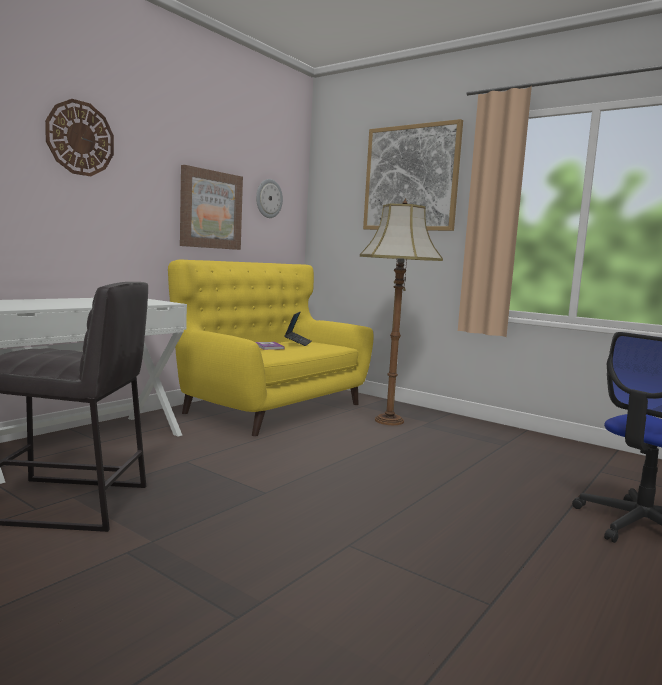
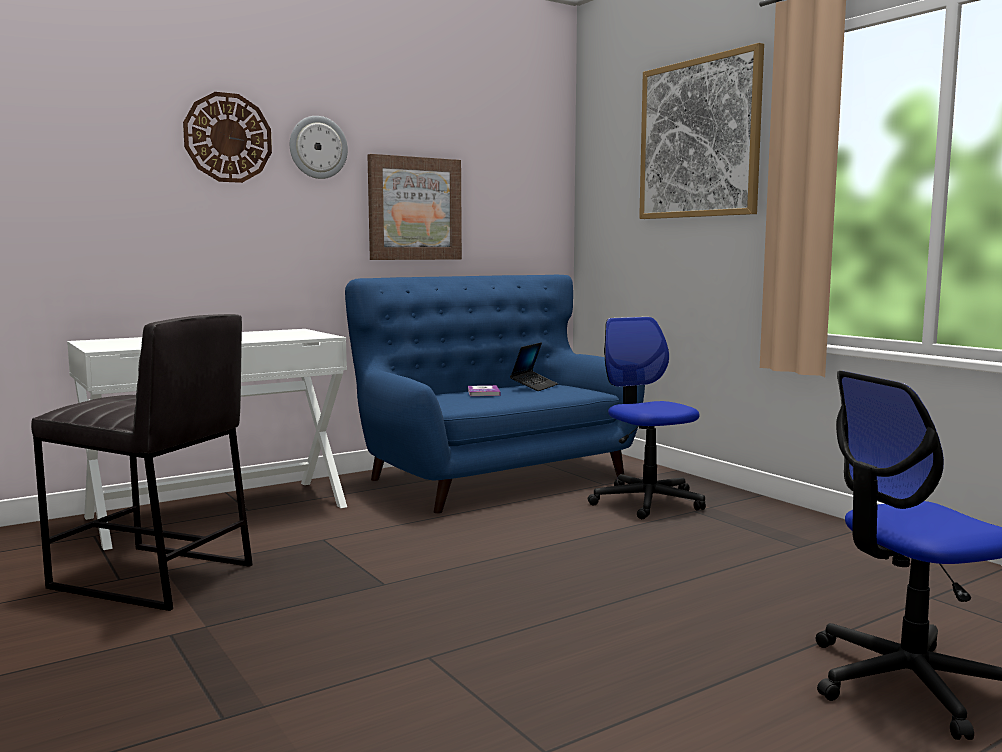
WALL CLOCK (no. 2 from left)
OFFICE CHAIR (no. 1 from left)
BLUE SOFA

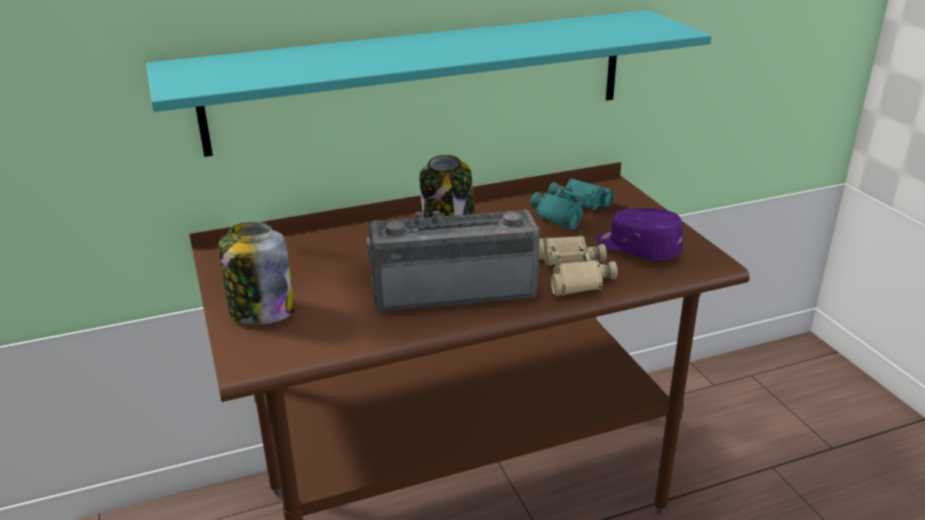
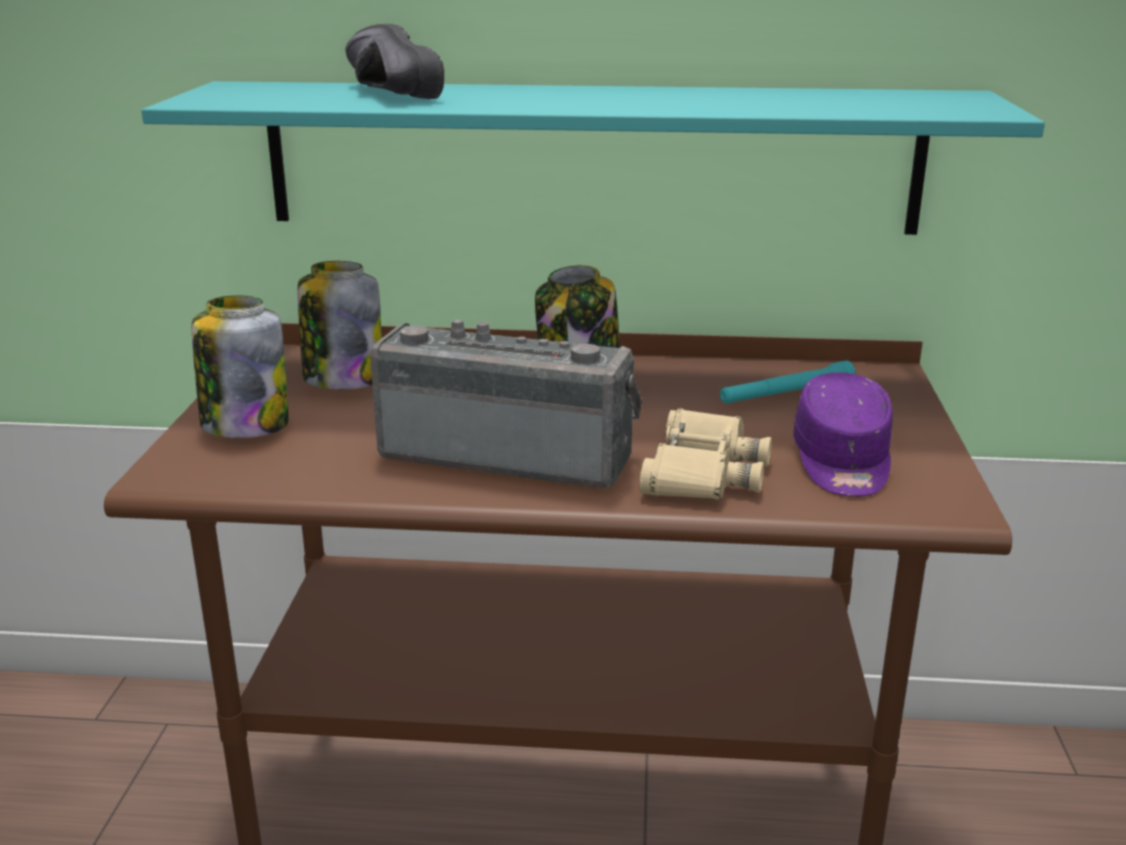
JAR (no. 2 from left)
BLACK SHOE
TURQUOISE FLASHLIGHT
PURPLE CAP

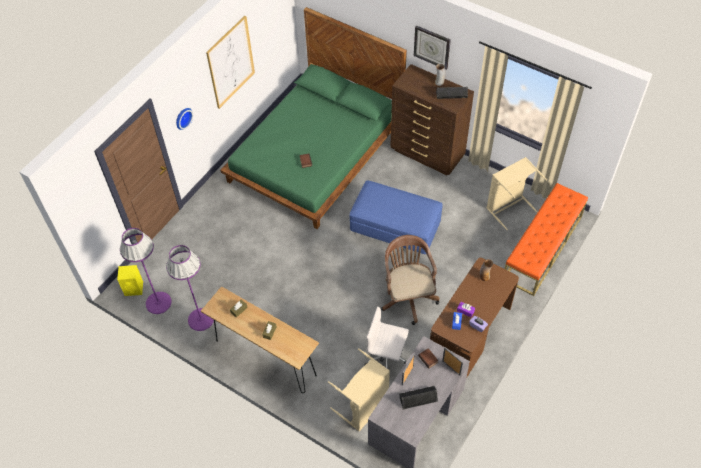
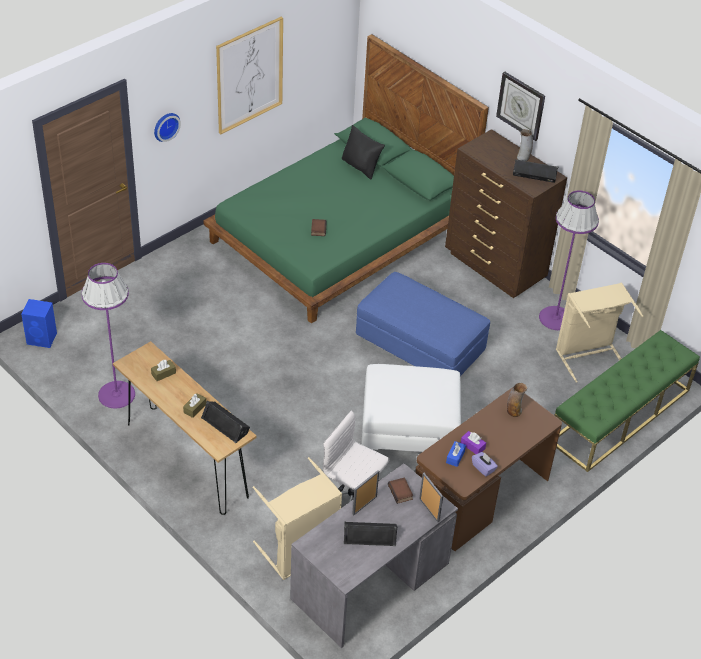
BLACK SPEAKER (no. 1 from left)
BLACK PILLOW
PURPLE FLOOR LAMP (no. 2 from left)
WHITE OTTOMAN
BLUE SPEAKER
GREEN BENCH

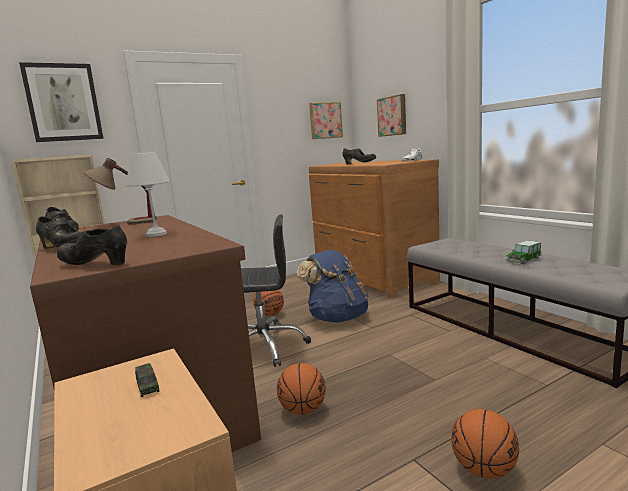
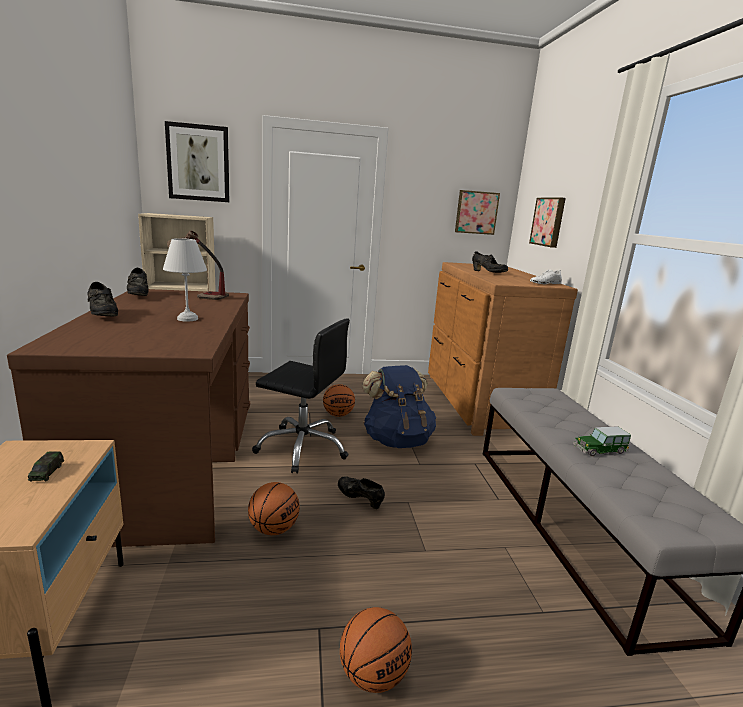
BLACK SHOE (no. 3 from left)

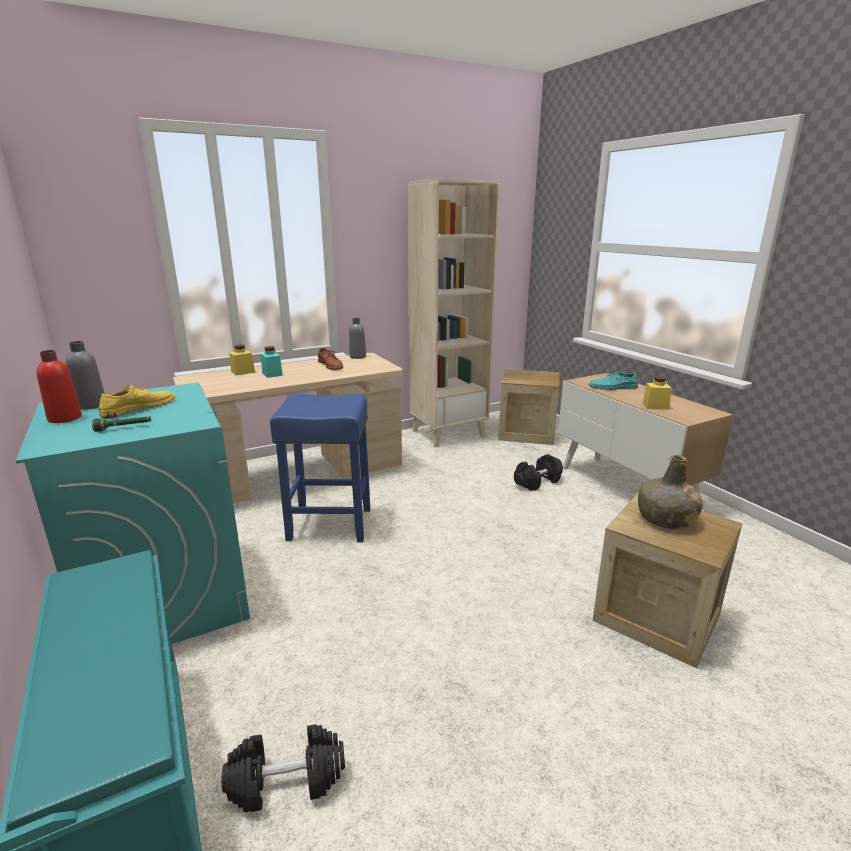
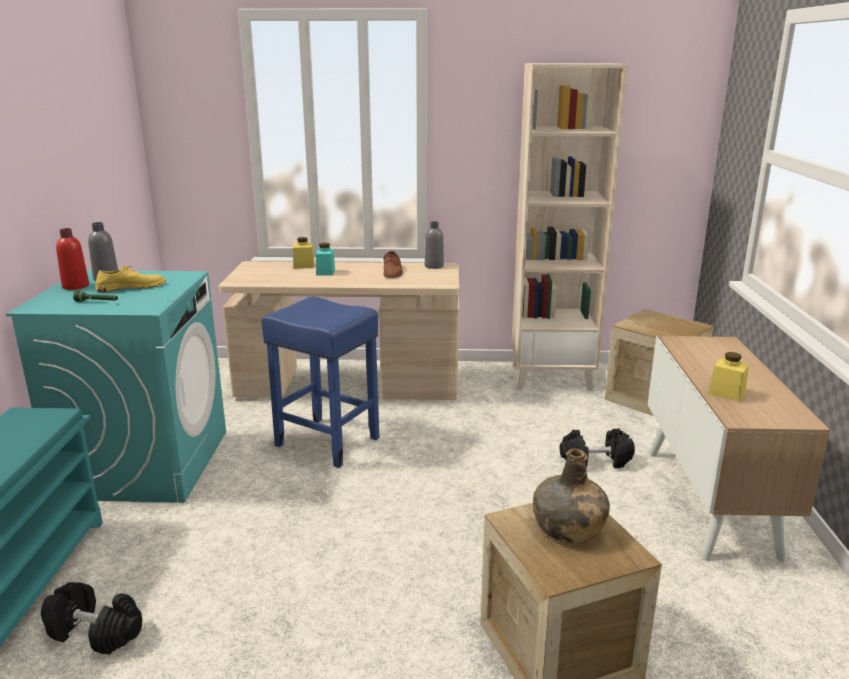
TURQUOISE SHOE

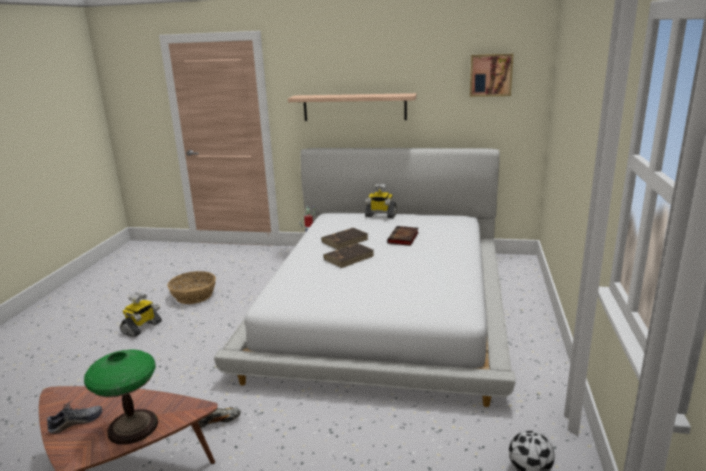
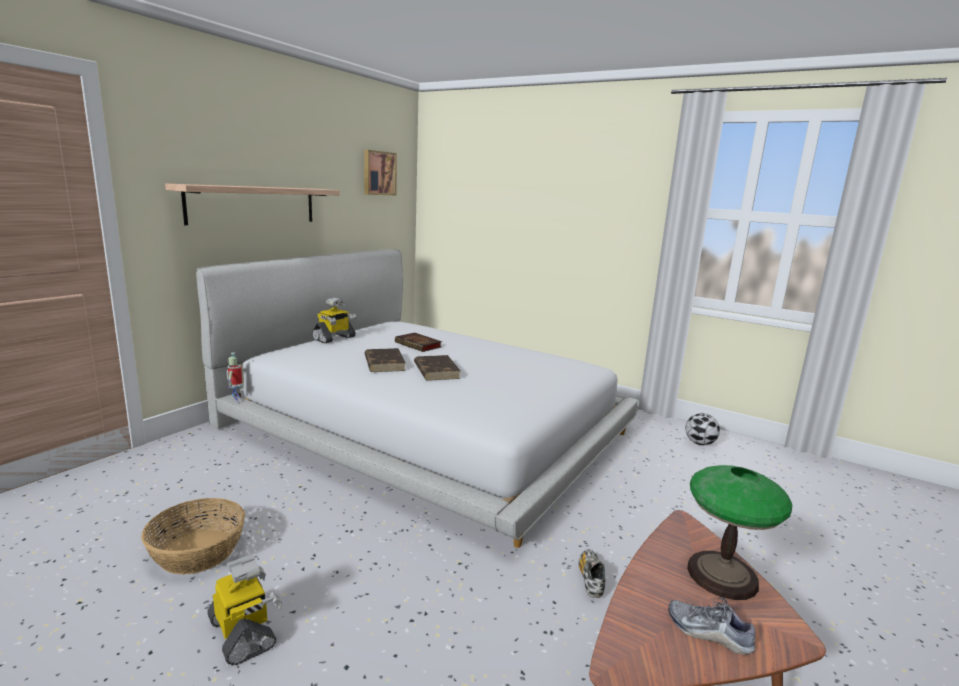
SHOE (no. 2 from left)

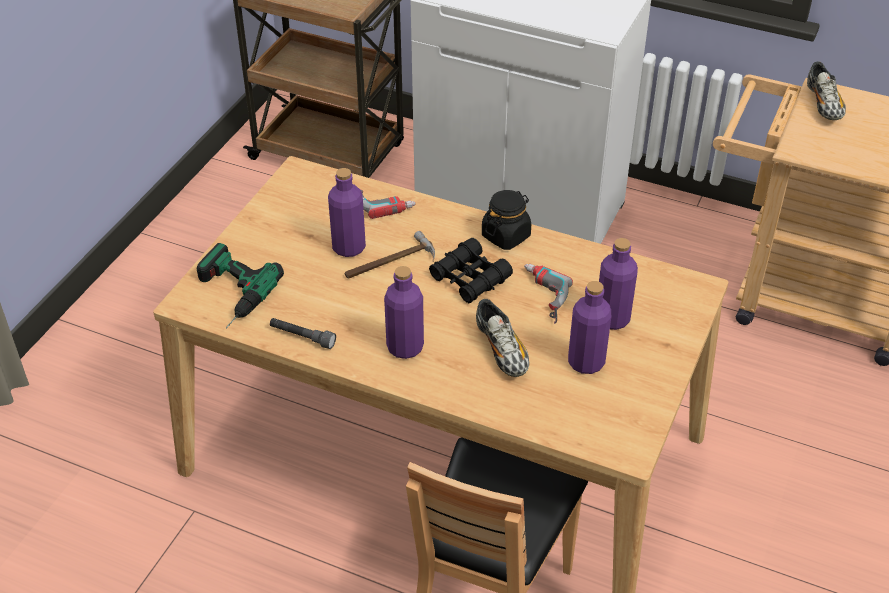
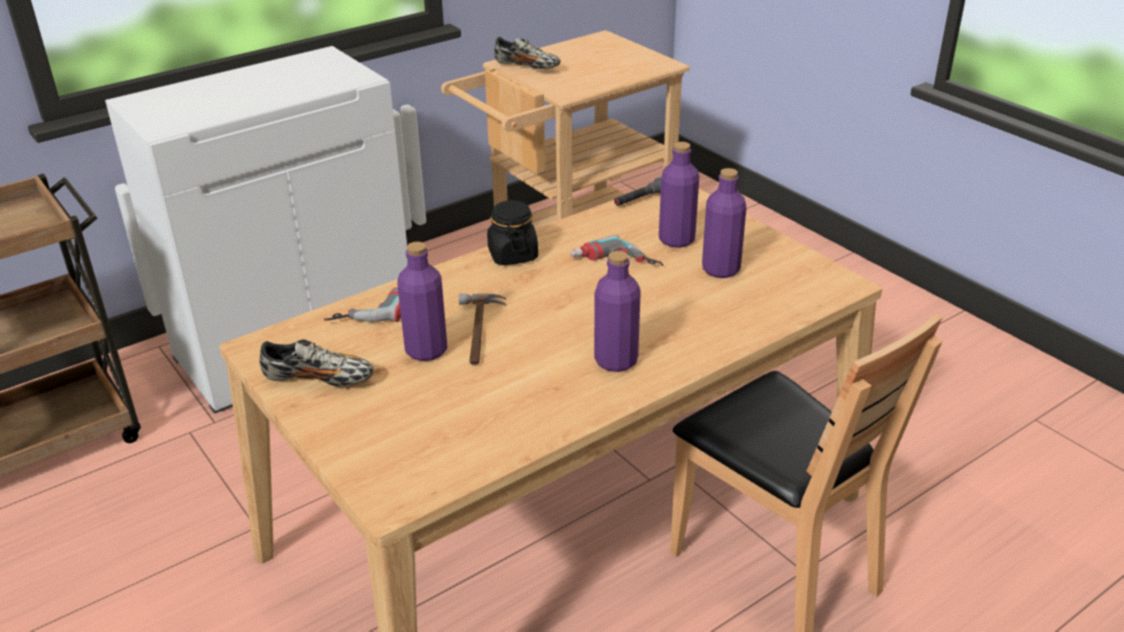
POWER DRILL (no. 1 from left in the first image)
BLACK BINOCULARS
GREY FLASHLIGHT
SHOE (no. 1 from left)

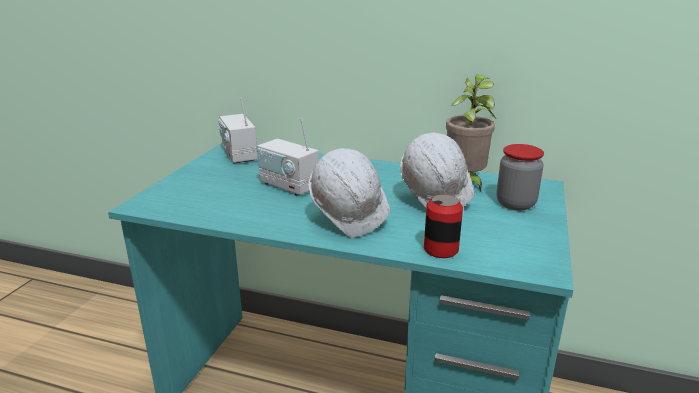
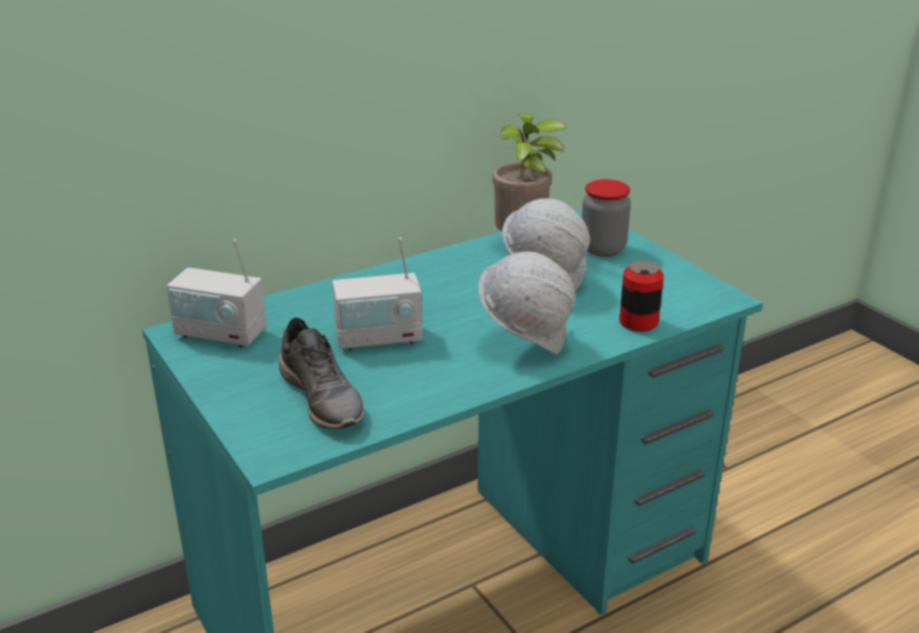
GREY SHOE

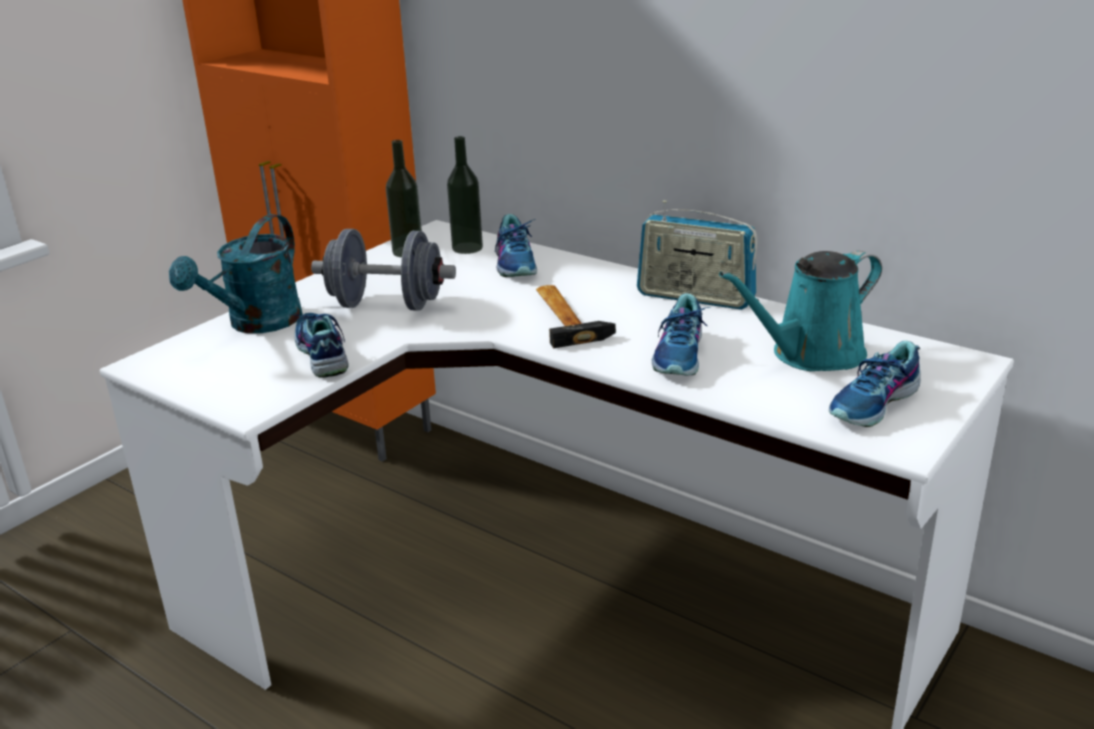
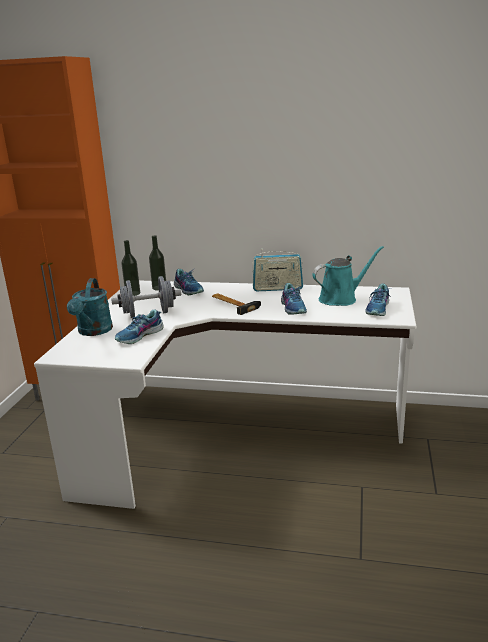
SHOE (no. 1 from left)
TURQUOISE WATERING CAN (no. 2 from left)

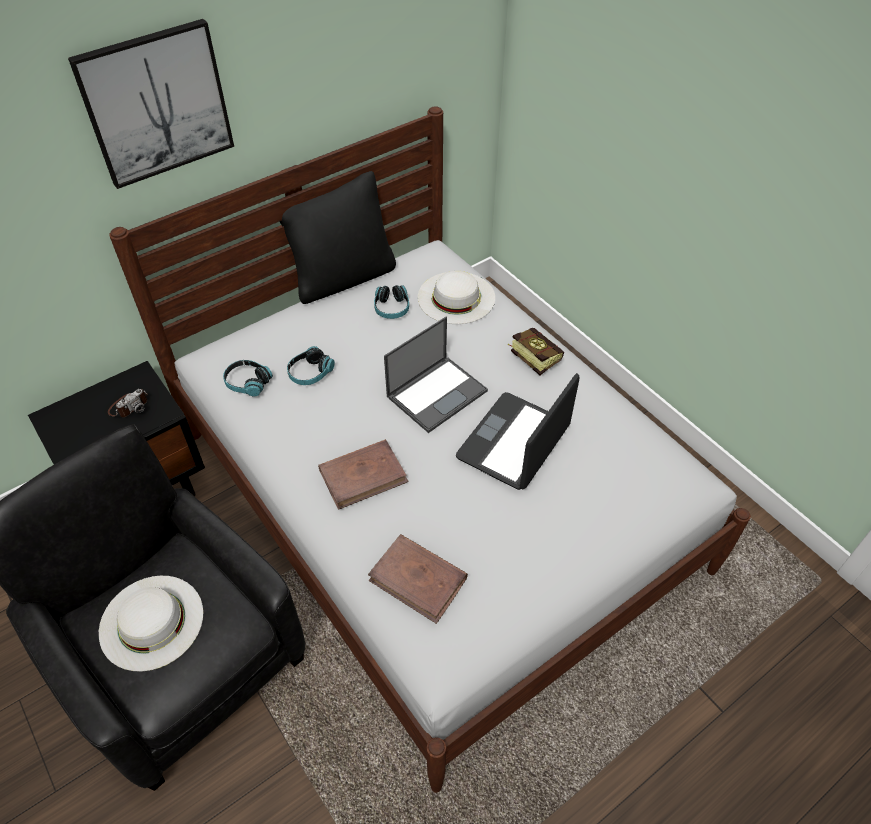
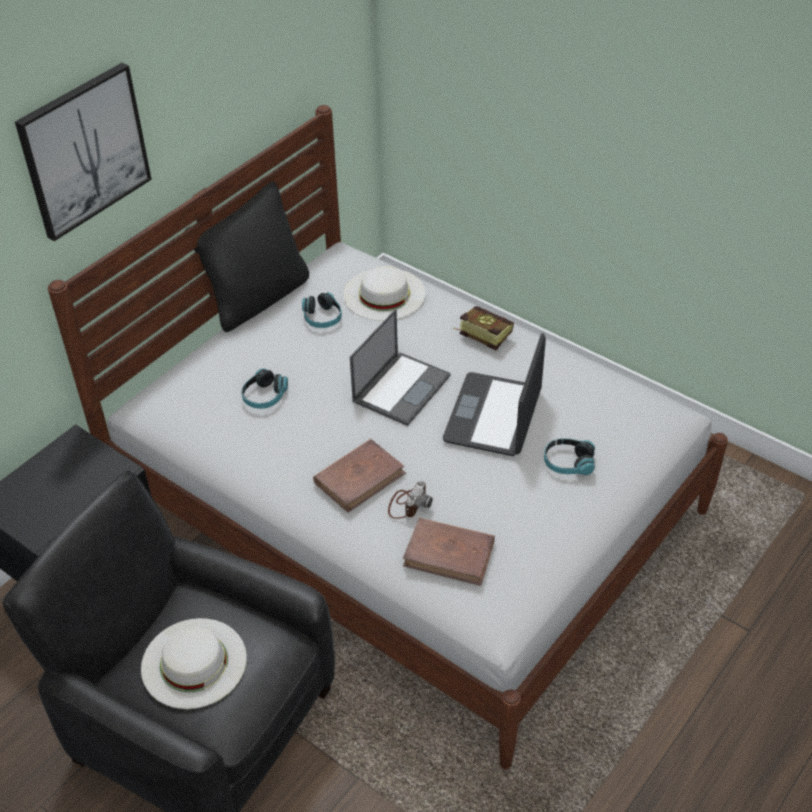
PHOTO CAMERA
HEADPHONES (no. 3 from left)

